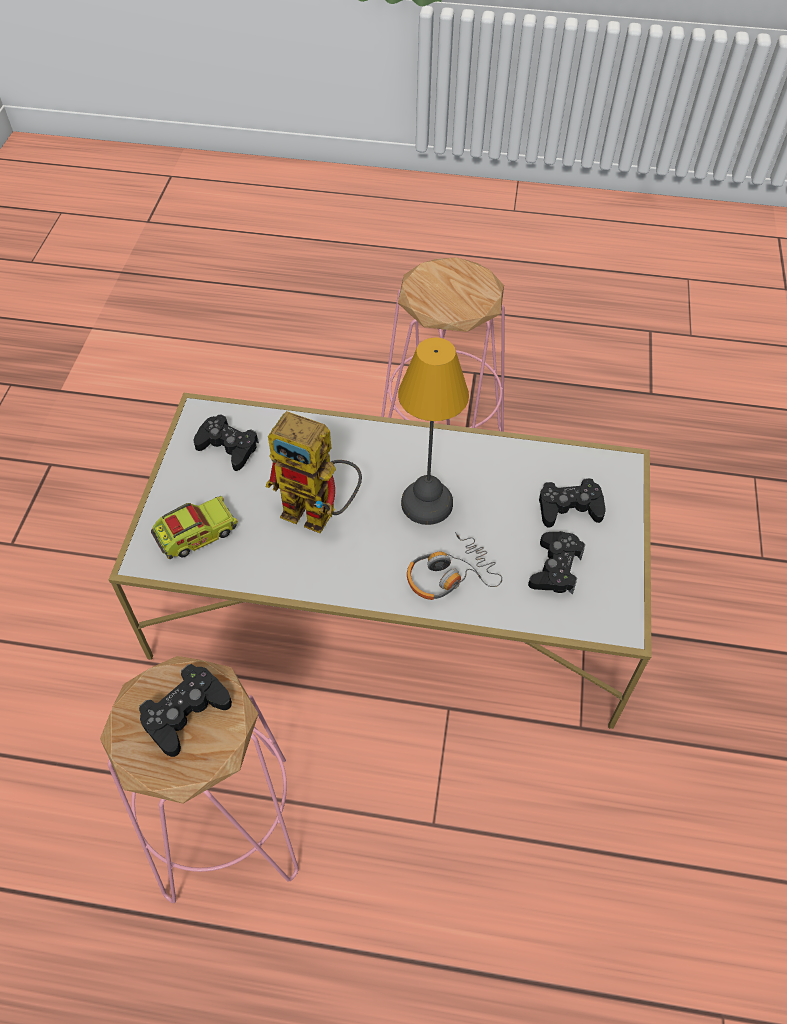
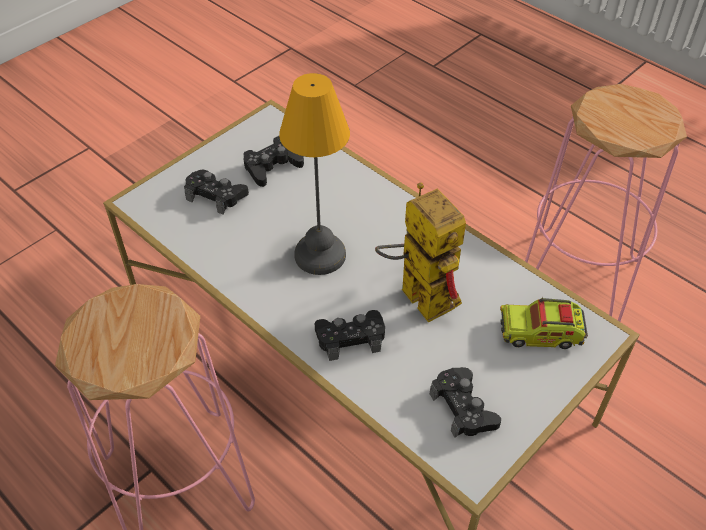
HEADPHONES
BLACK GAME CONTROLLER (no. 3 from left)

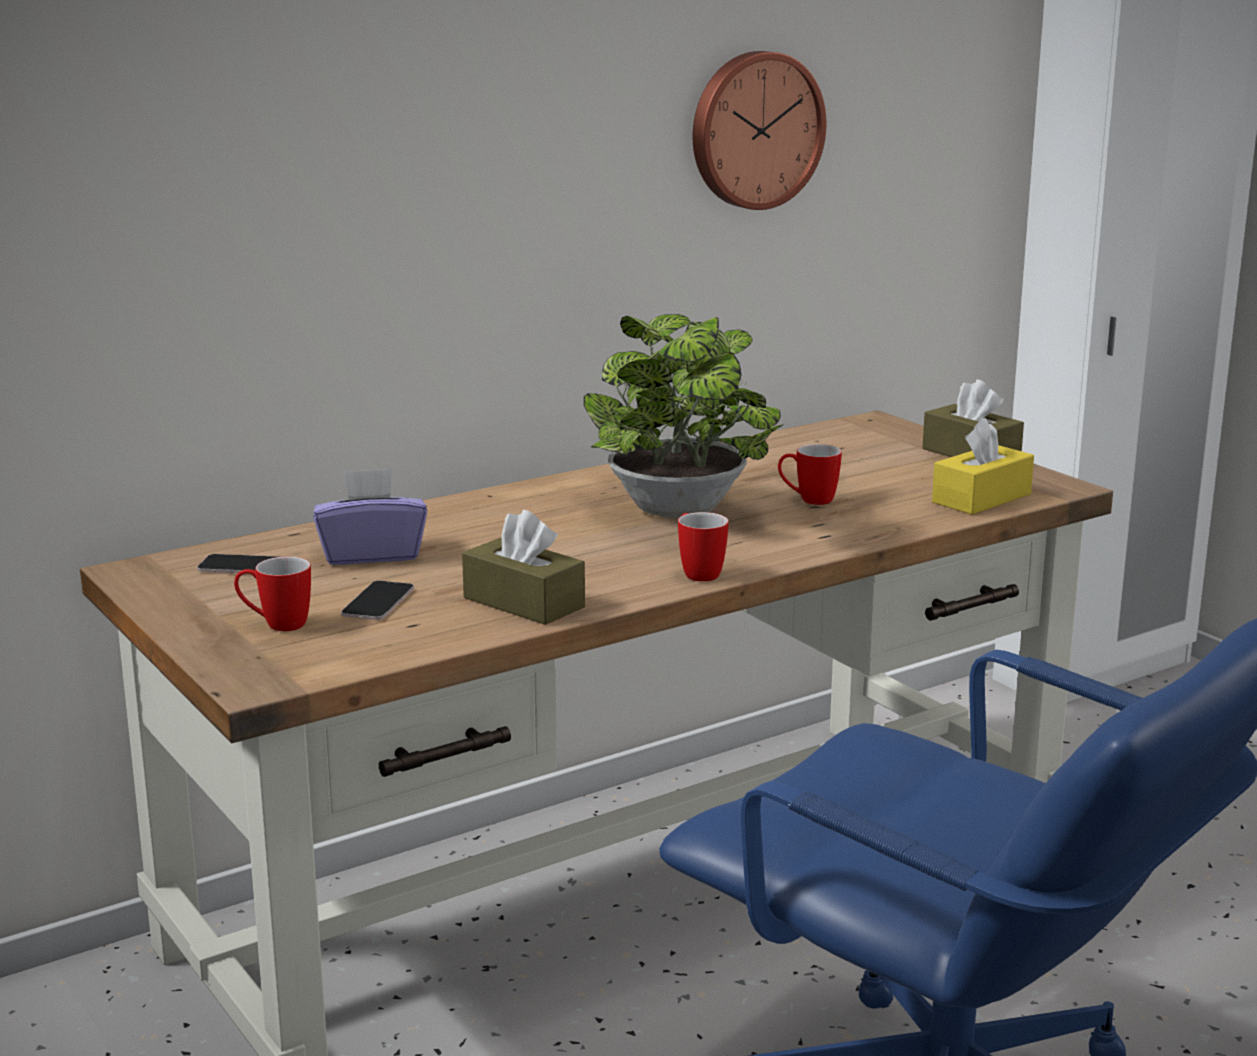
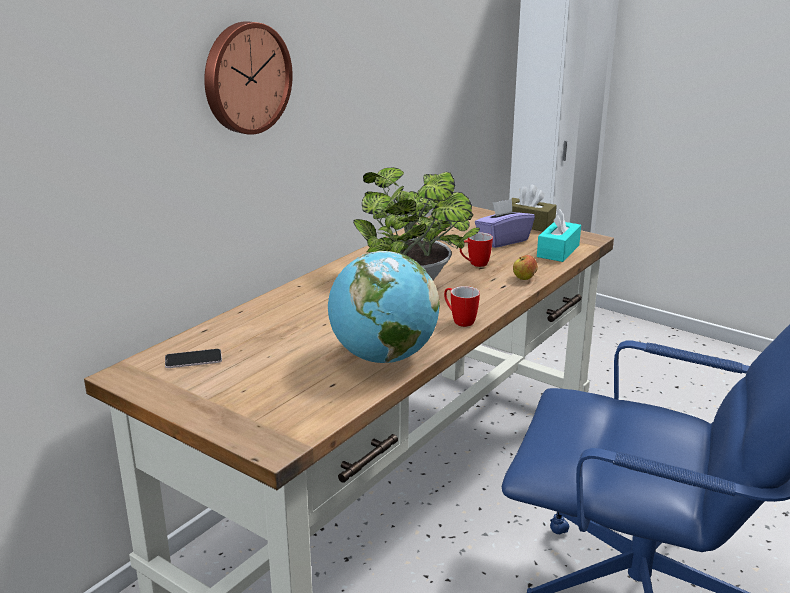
MUG (no. 1 from left in the first image)
PHONE (no. 2 from left in the first image)
APPLE
PURPLE TISSUE BOX
WALL CLOCK
GLOBE
TURQUOISE TISSUE BOX

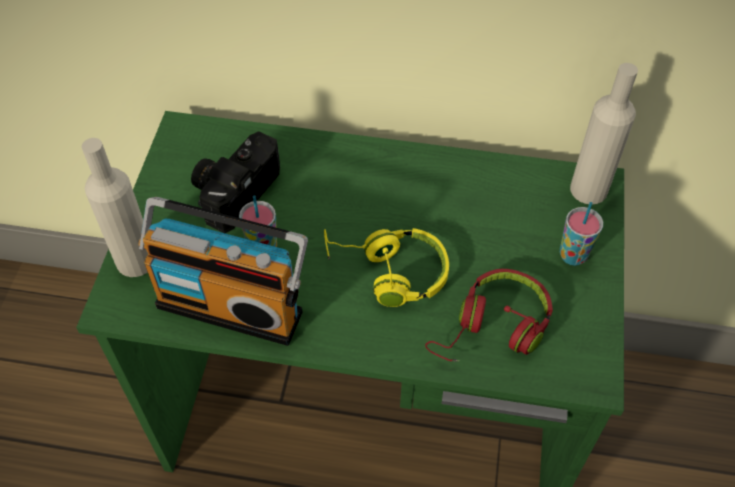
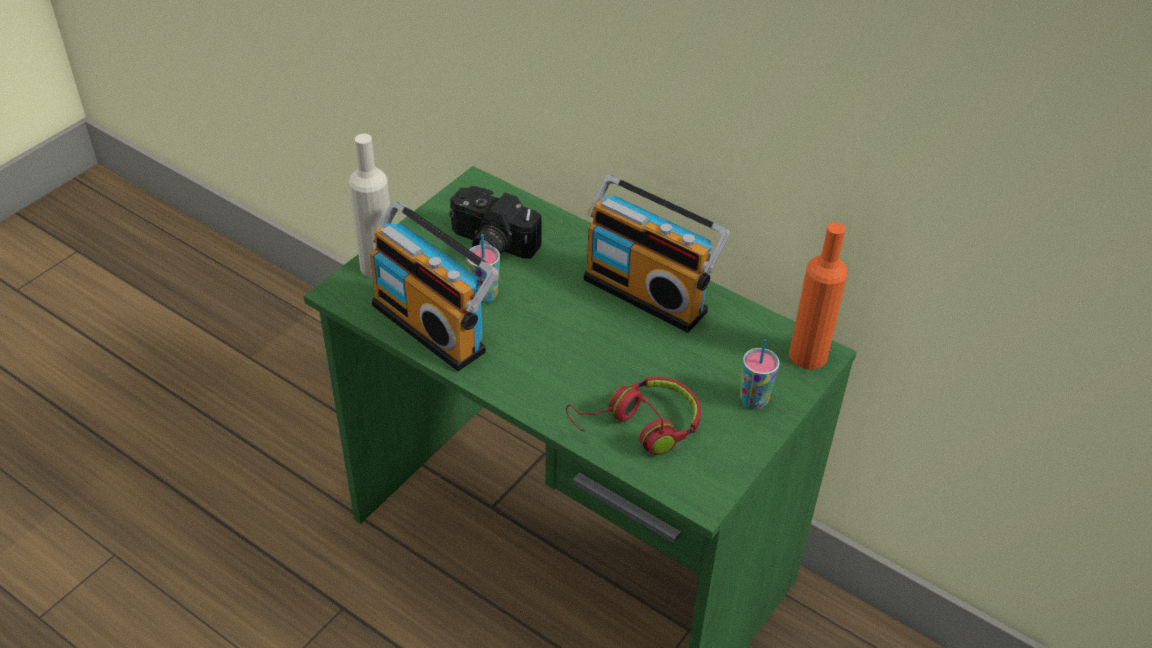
YELLOW HEADPHONES
RADIO (no. 2 from left)
ORANGE BOTTLE
PHOTO CAMERA

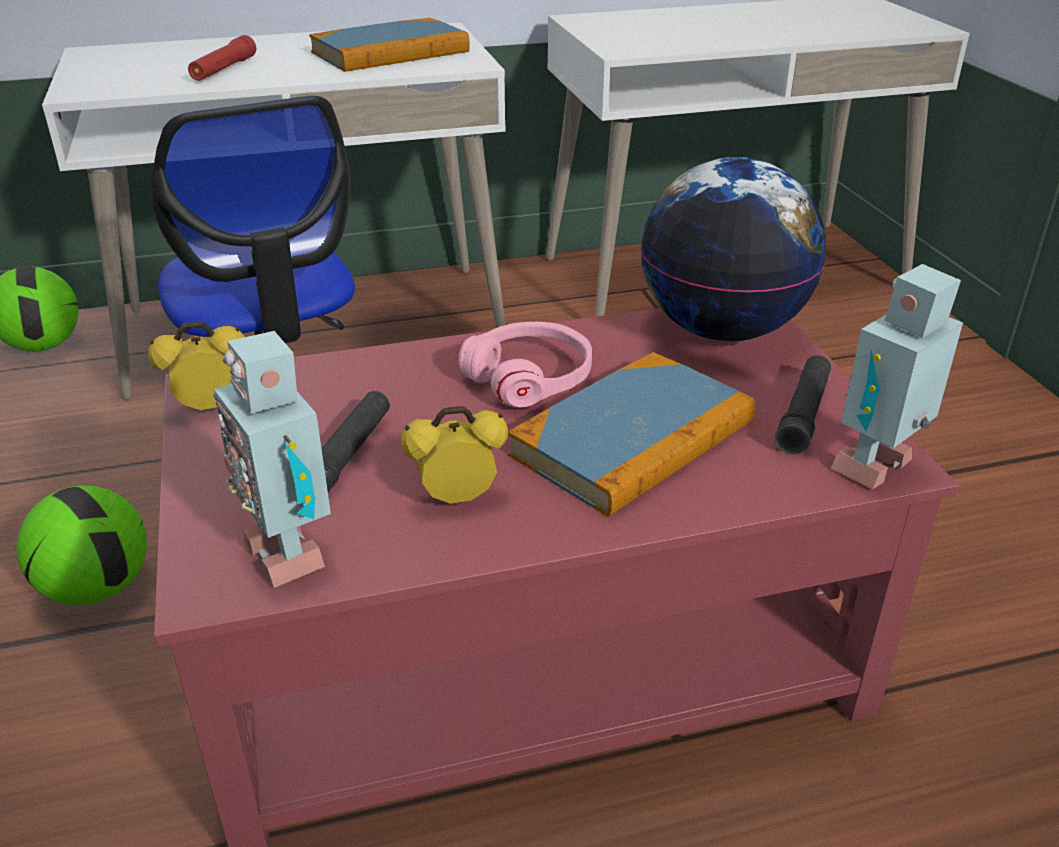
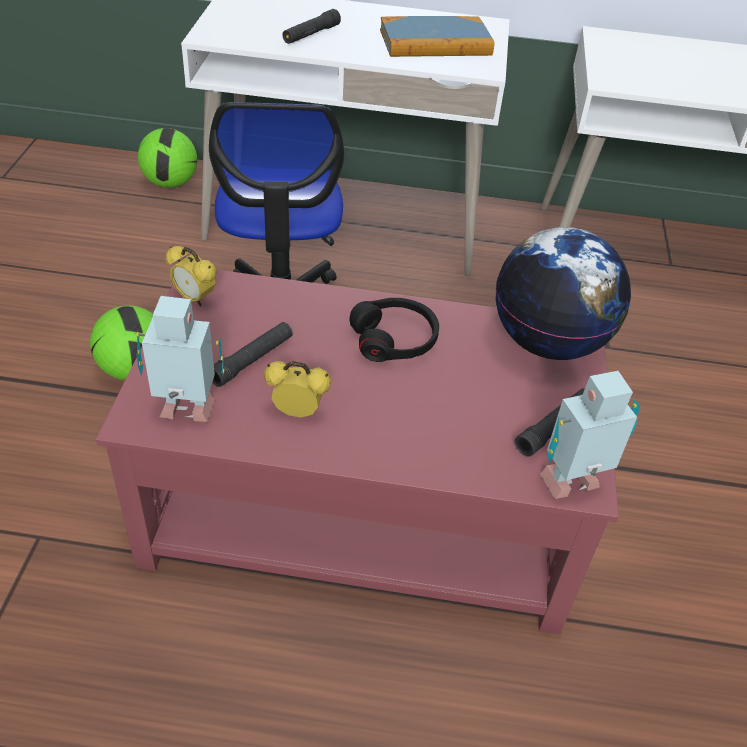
BOOK (no. 2 from left in the first image)
BLACK FLASHLIGHT (no. 2 from left)
BLACK HEADPHONES
ALARM CLOCK (no. 1 from left)
TOY ROBOT (no. 1 from left)

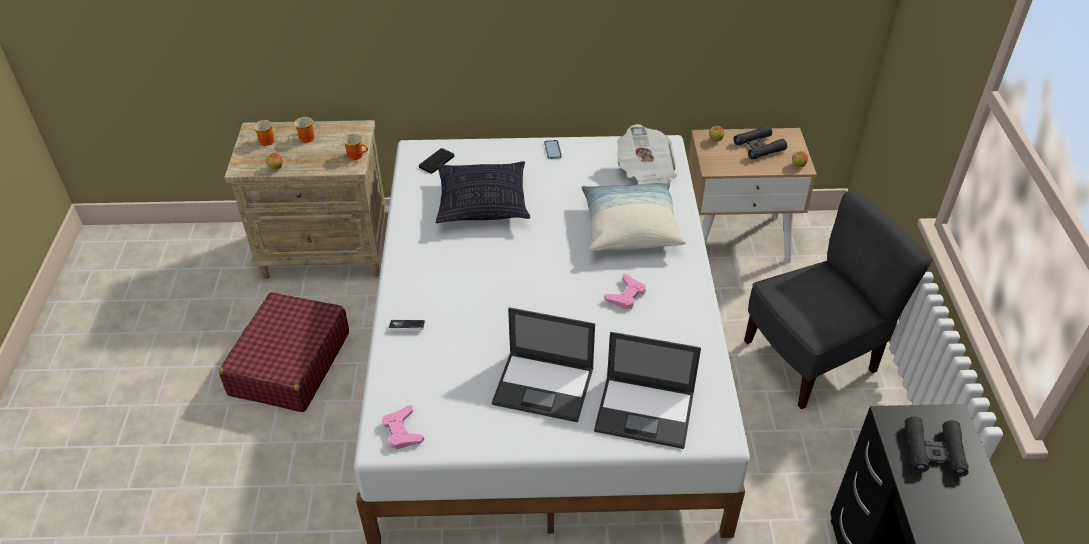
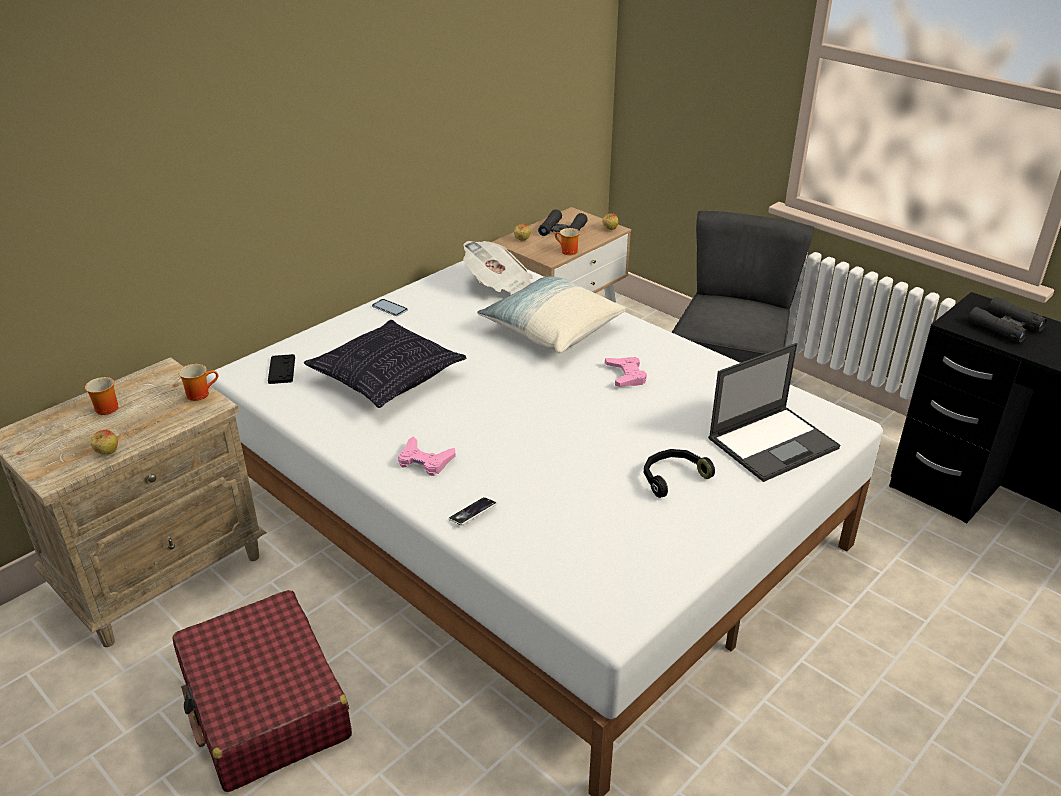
MUG (no. 3 from left)
PINK GAME CONTROLLER (no. 1 from left)
BLACK HEADPHONES

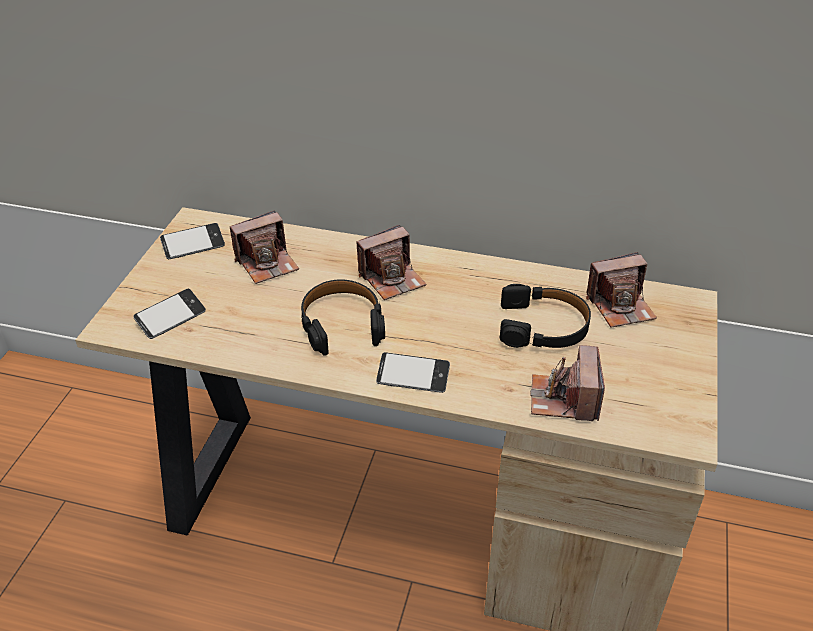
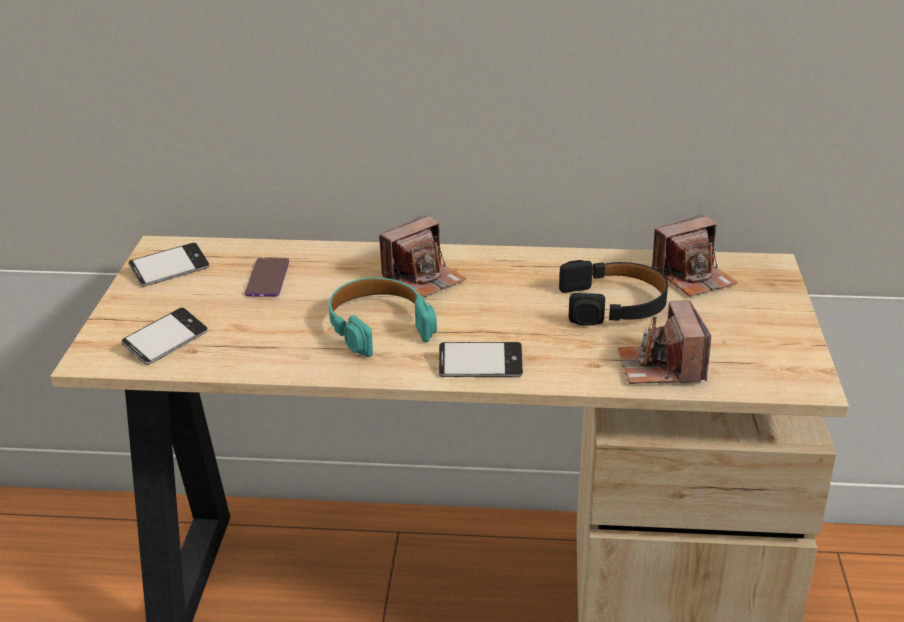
PHONE (no. 3 from left)
TURQUOISE HEADPHONES

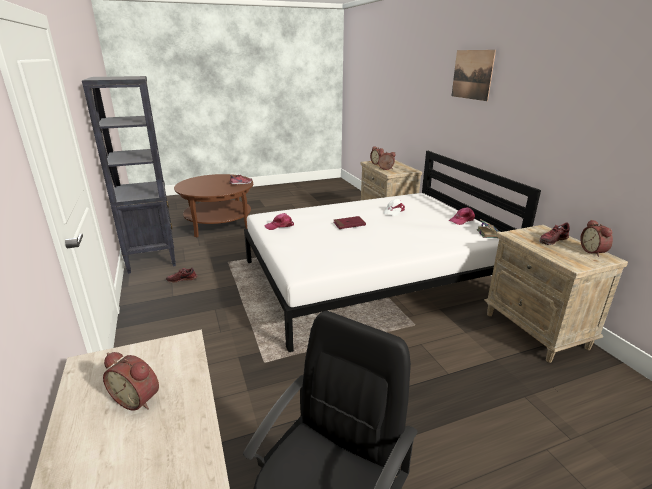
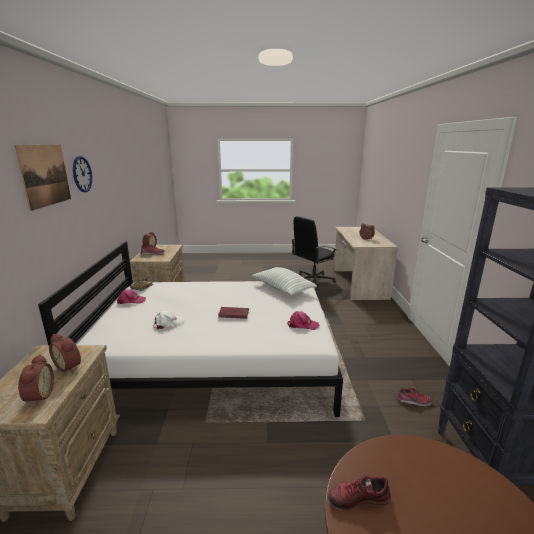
WALL CLOCK
PILLOW

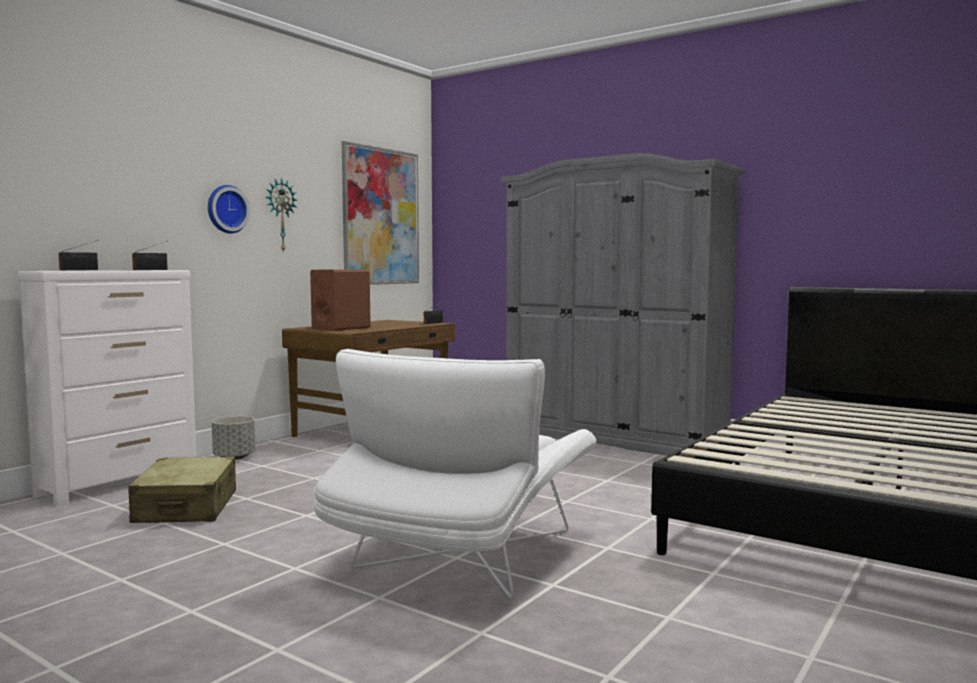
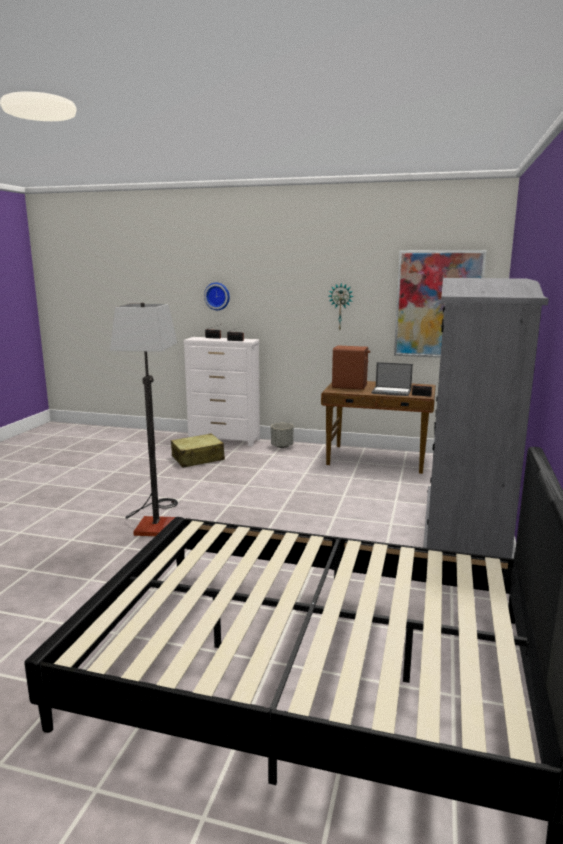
LAPTOP
WALL CLOCK (no. 1 from left)
FLOOR LAMP

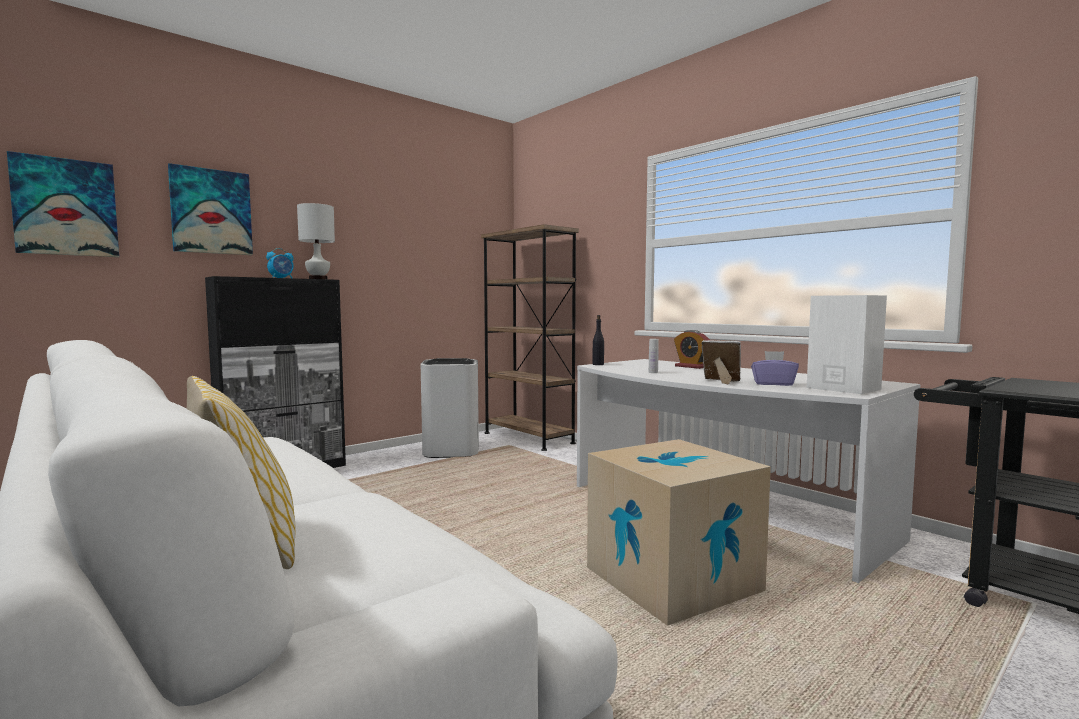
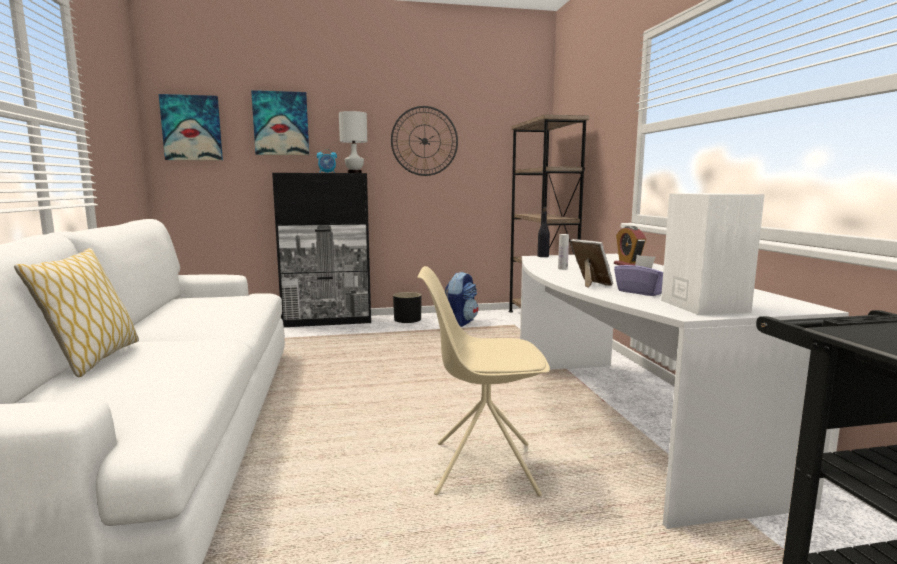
WALL CLOCK
BLACK PLANTER
BACKPACK
BEIGE CHAIR

